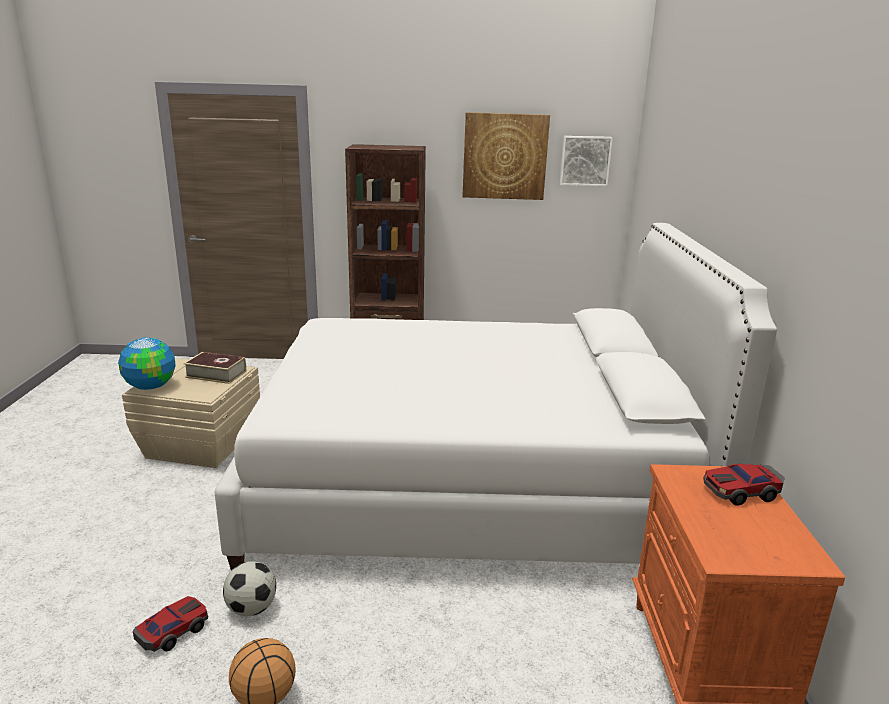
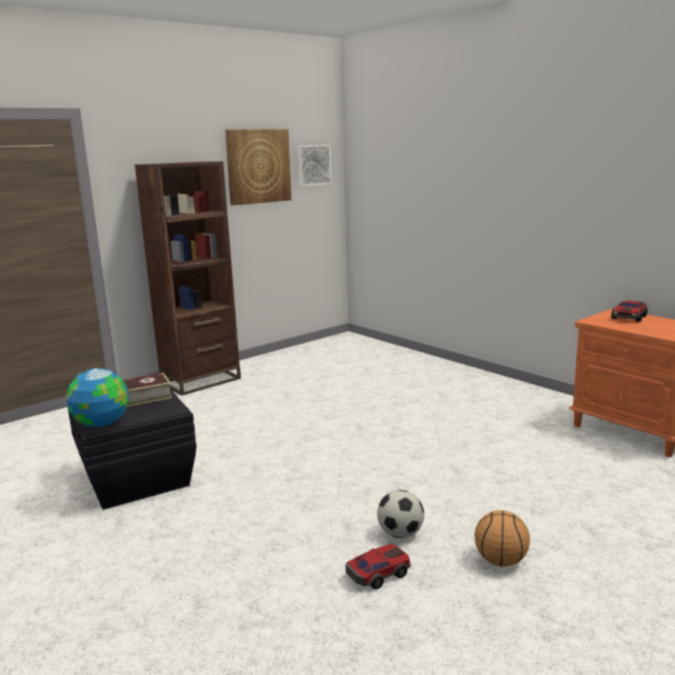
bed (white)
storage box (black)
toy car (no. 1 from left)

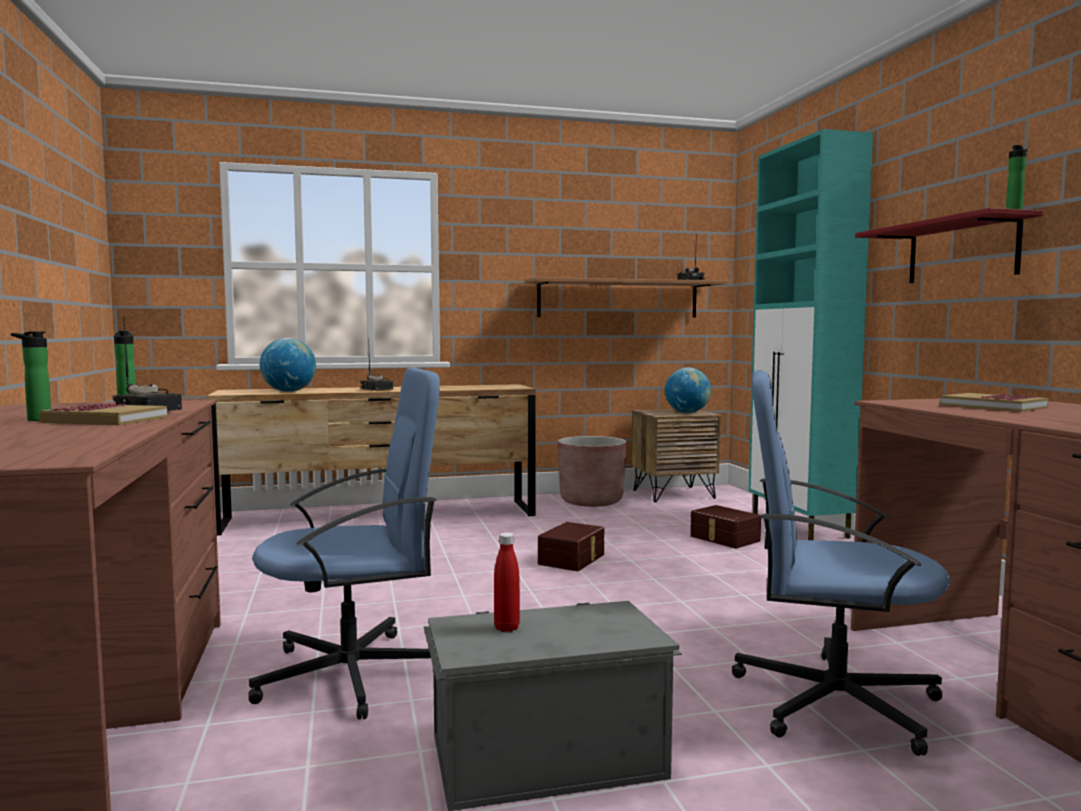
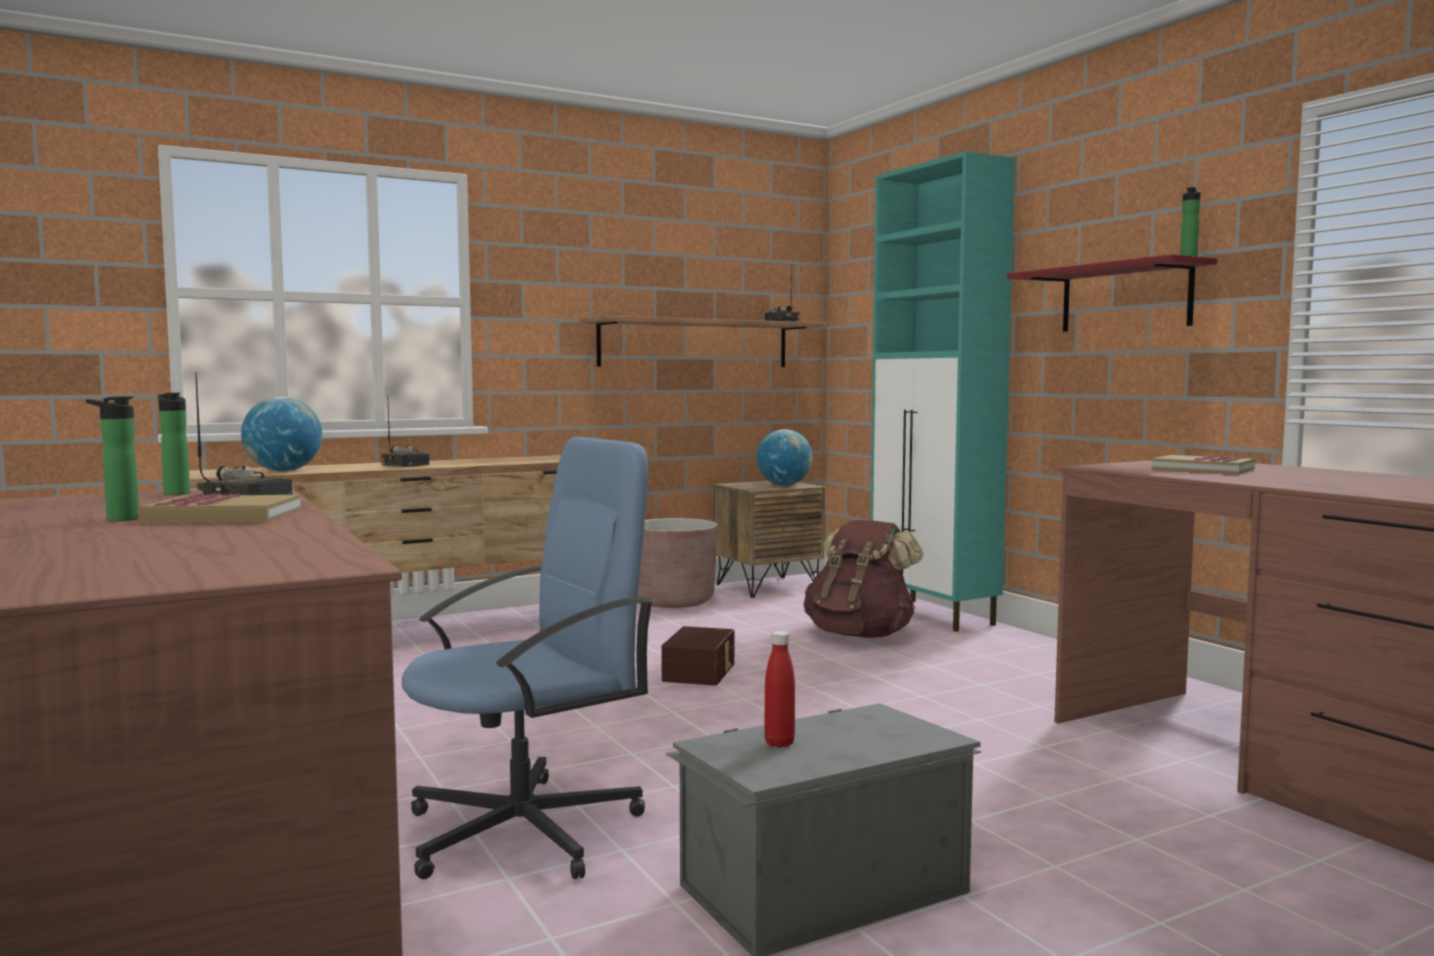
office chair (blue) (no. 2 from left in the first image)
backpack (brown)

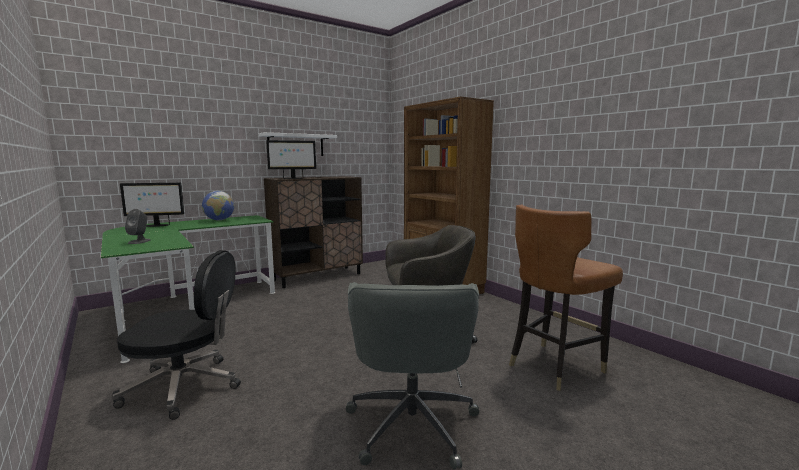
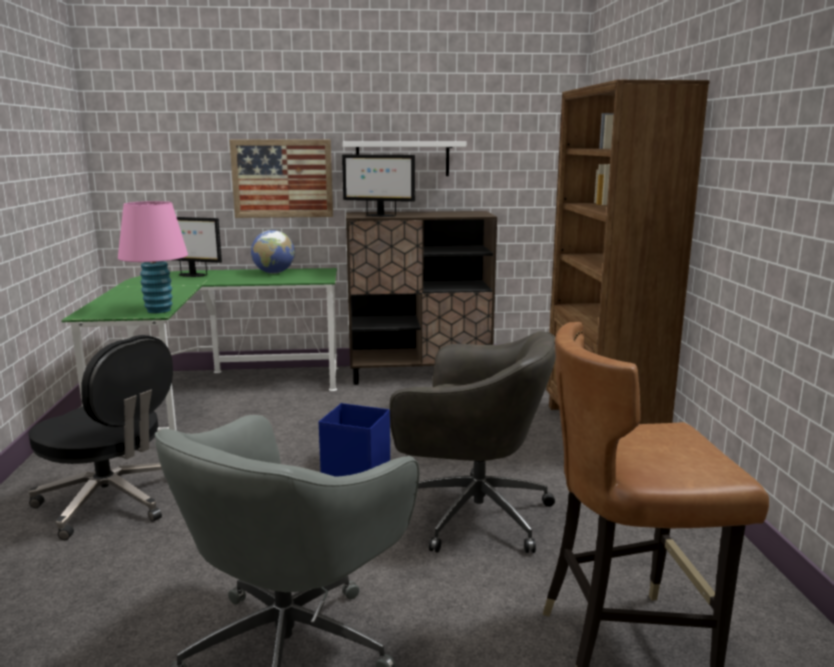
speaker (grey)
picture
table lamp (pink)
storage box (blue)

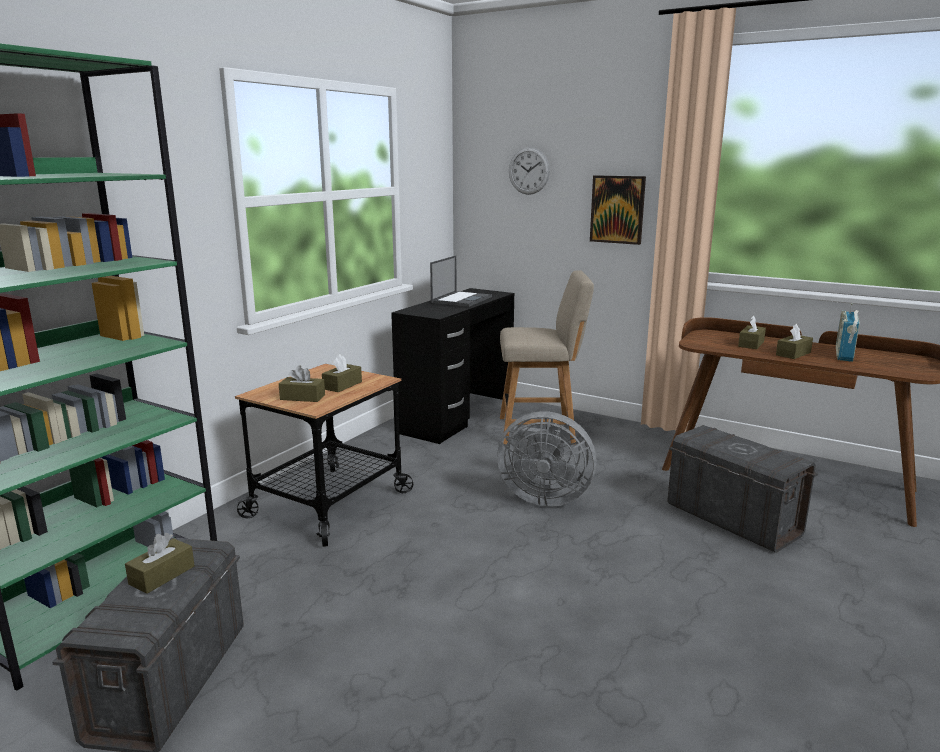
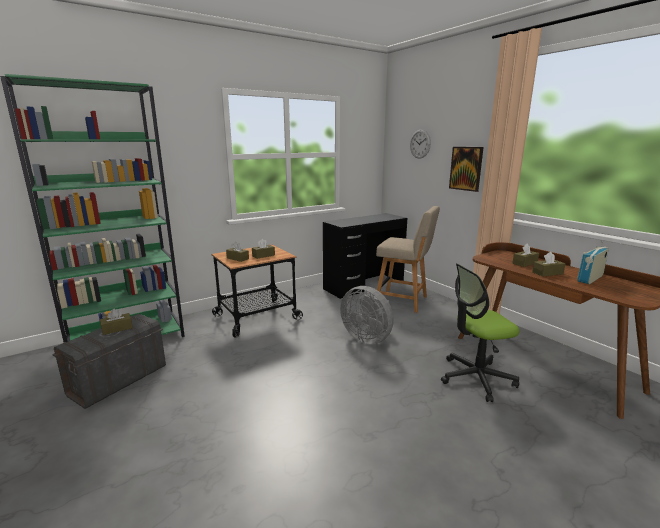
laptop
office chair

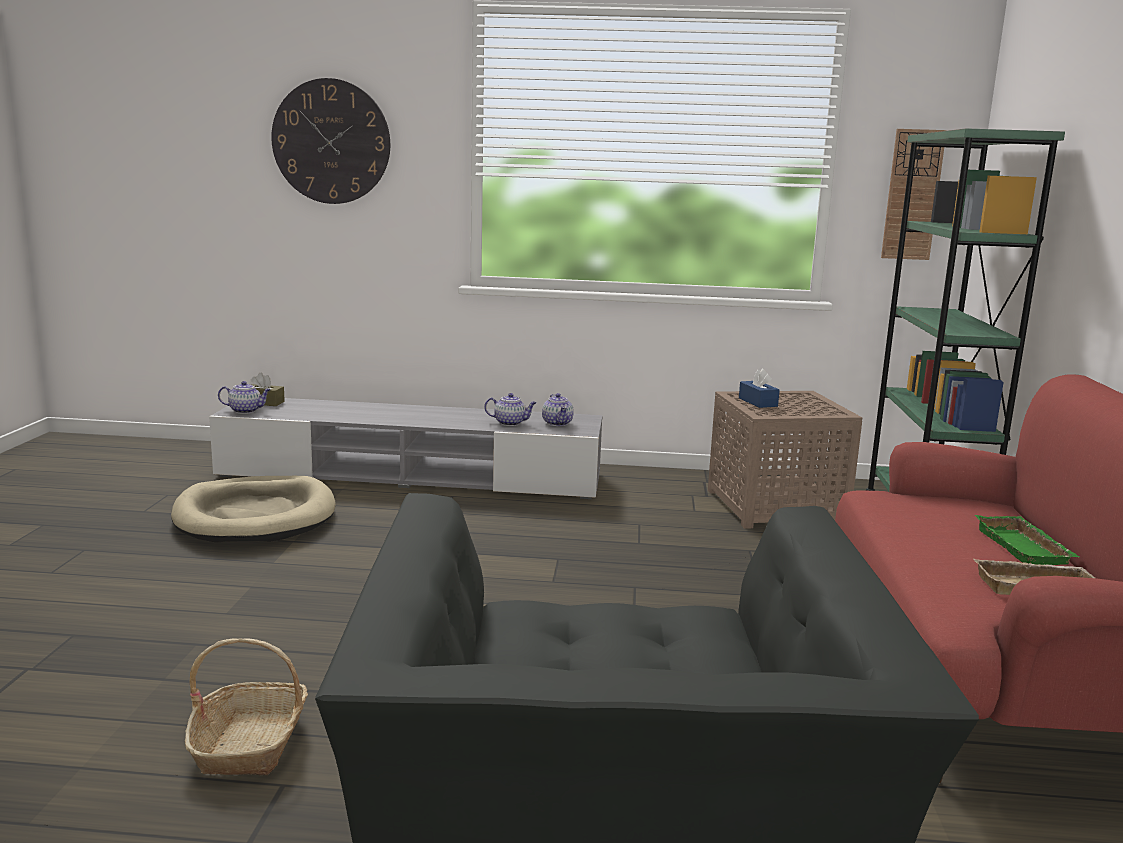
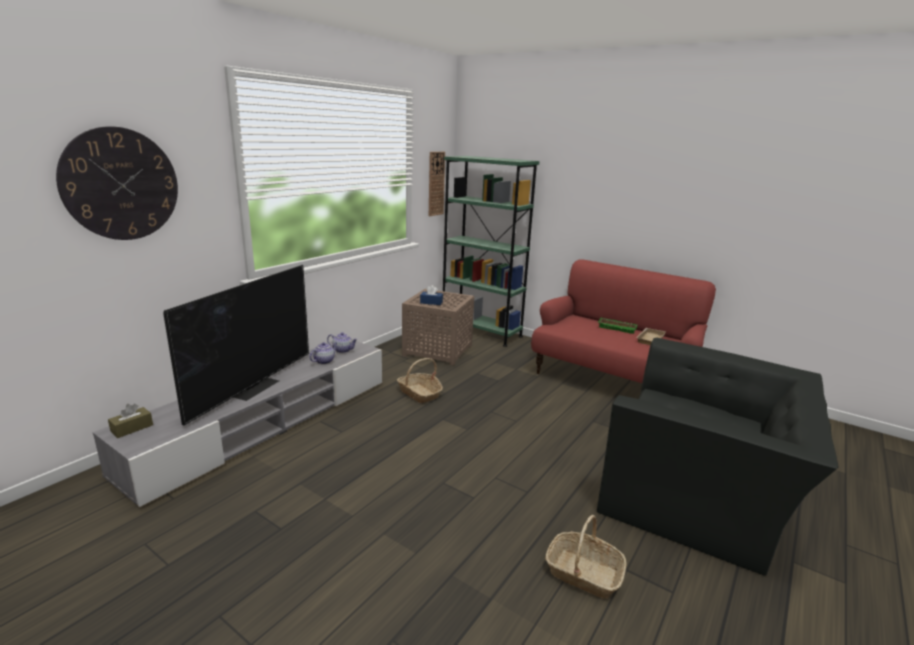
teapot (no. 1 from left in the first image)
dog bed (beige)
television
basket (no. 1 from left)

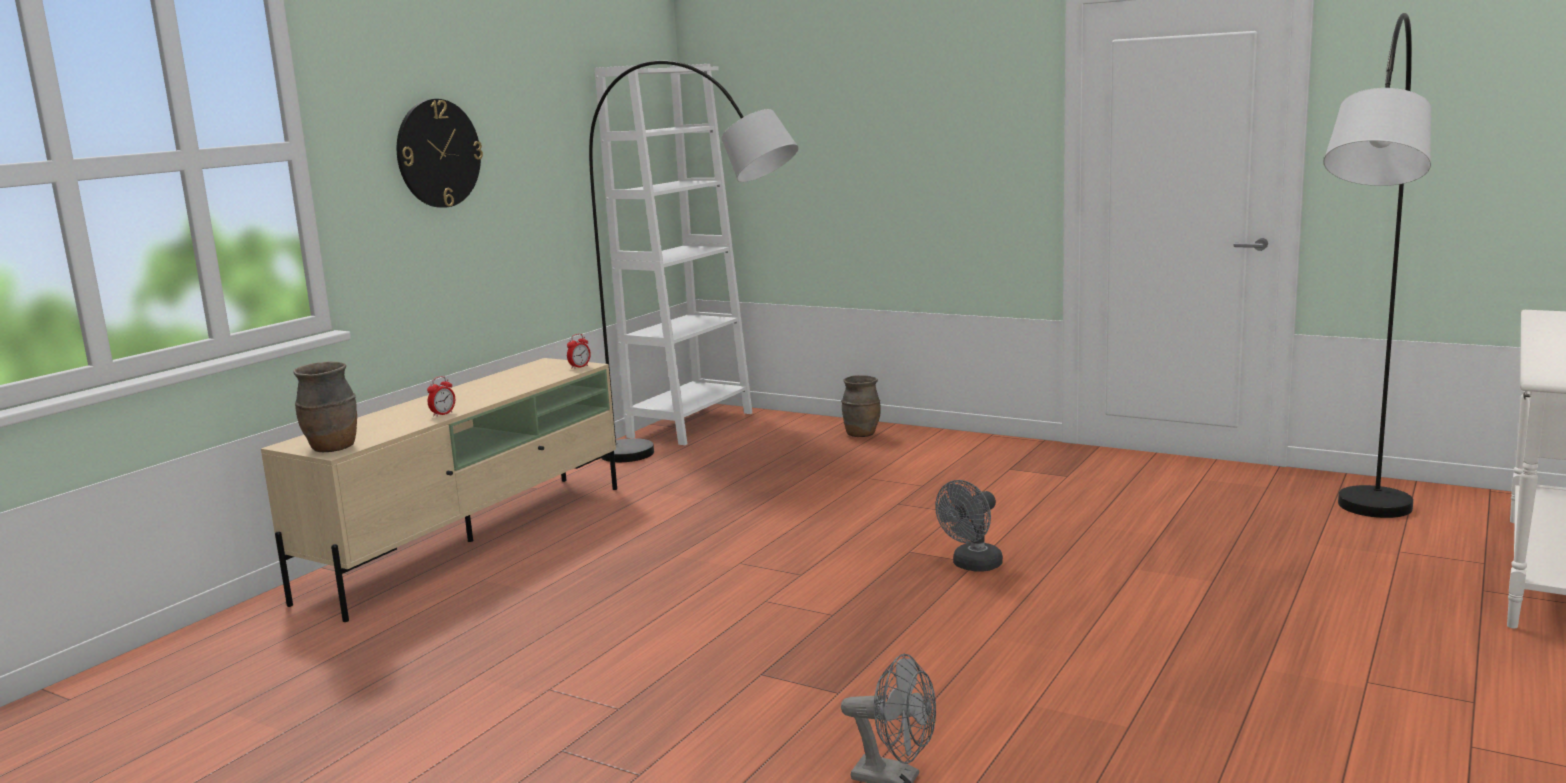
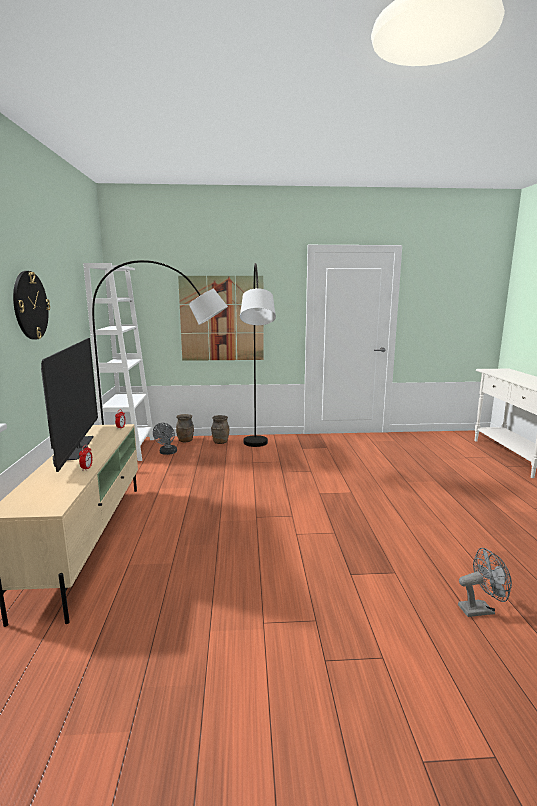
floor lamp (grey) (no. 2 from left)
vase (brown) (no. 1 from left)
fan (grey) (no. 1 from left)
picture
television

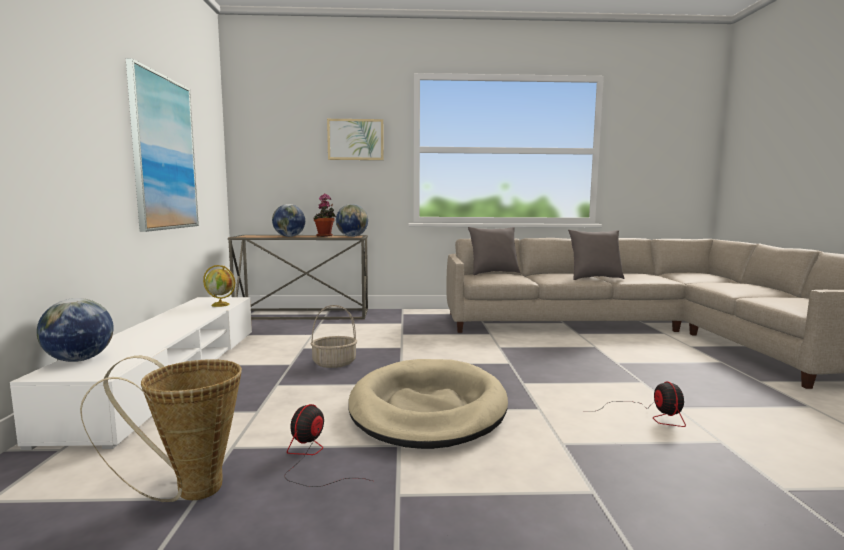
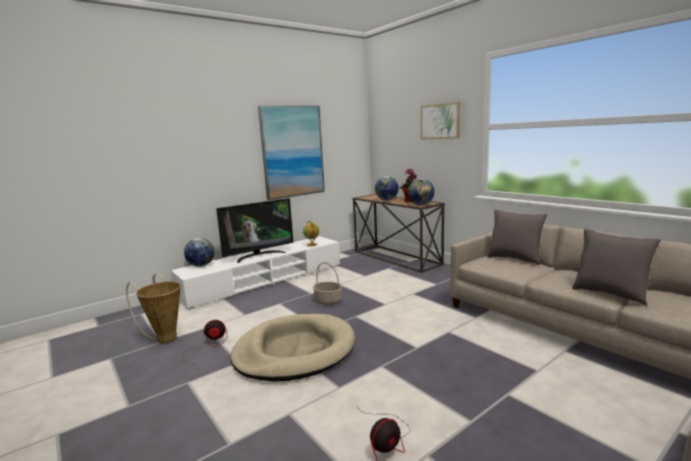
television

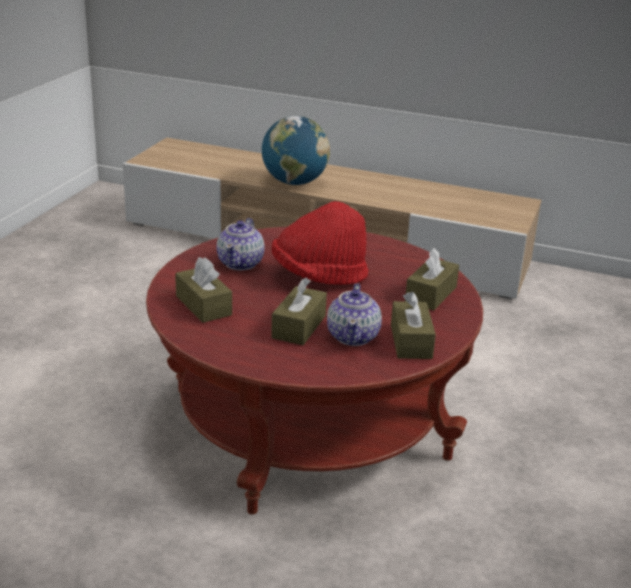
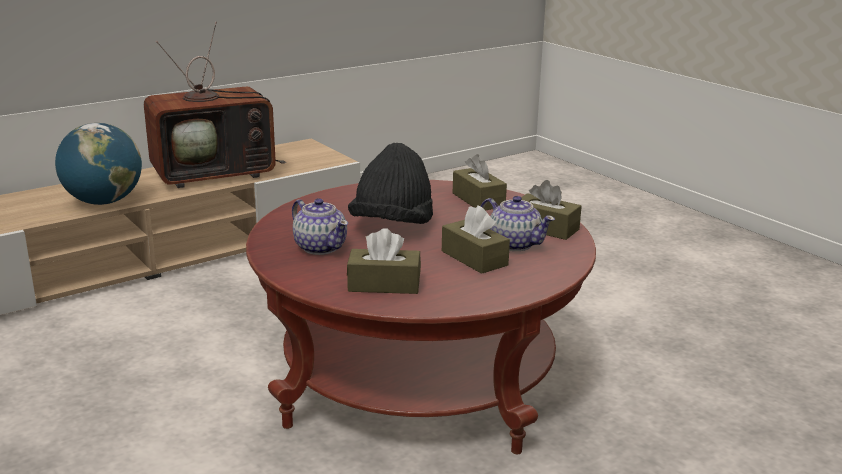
hat (black)
television

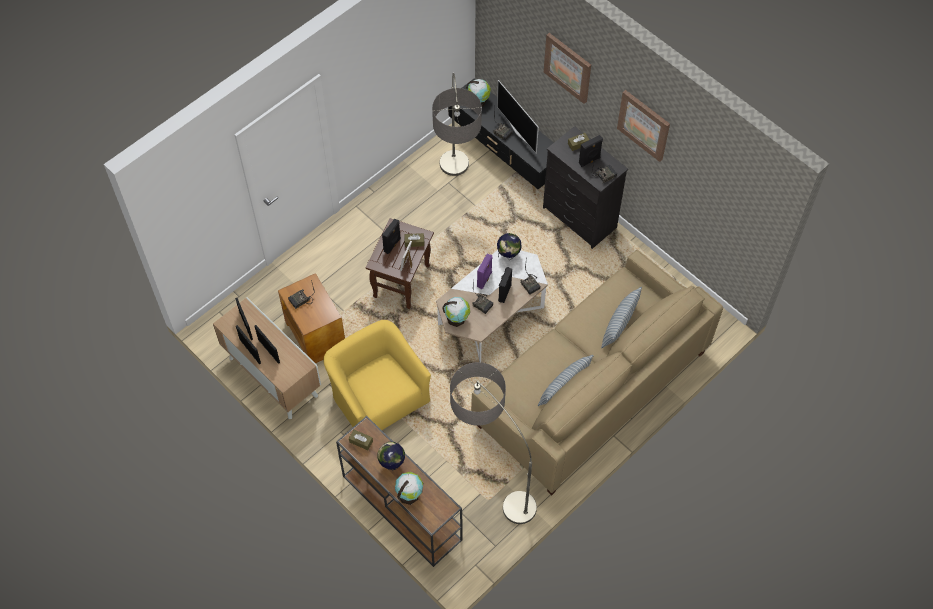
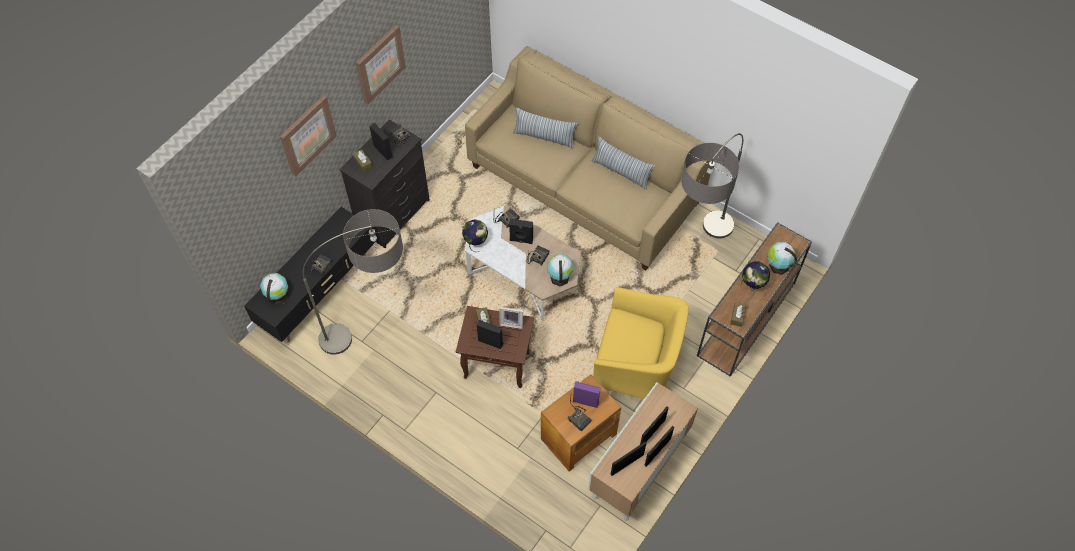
television
speaker (purple)
armchair (yellow)

